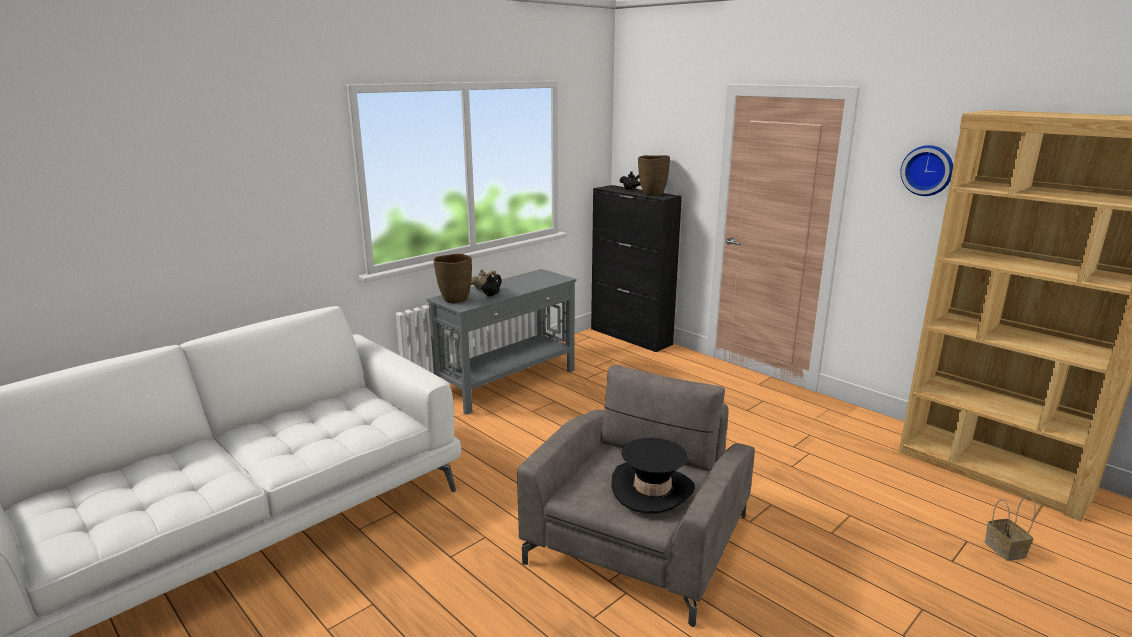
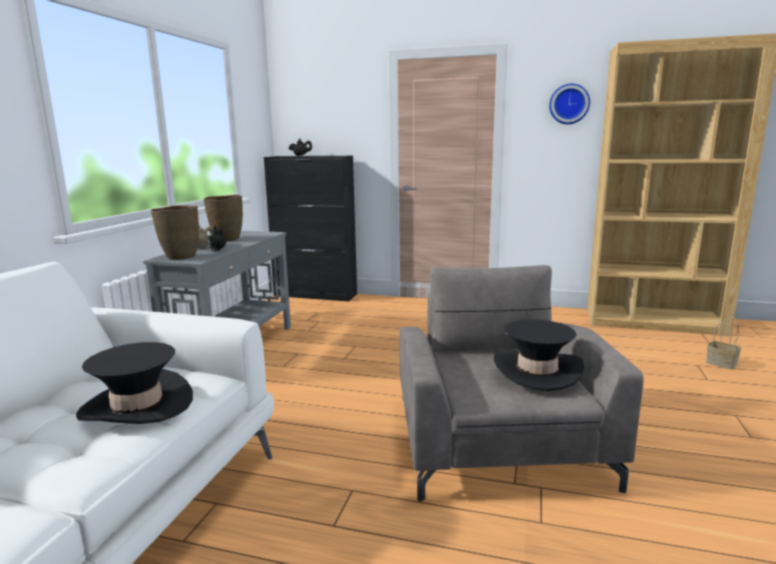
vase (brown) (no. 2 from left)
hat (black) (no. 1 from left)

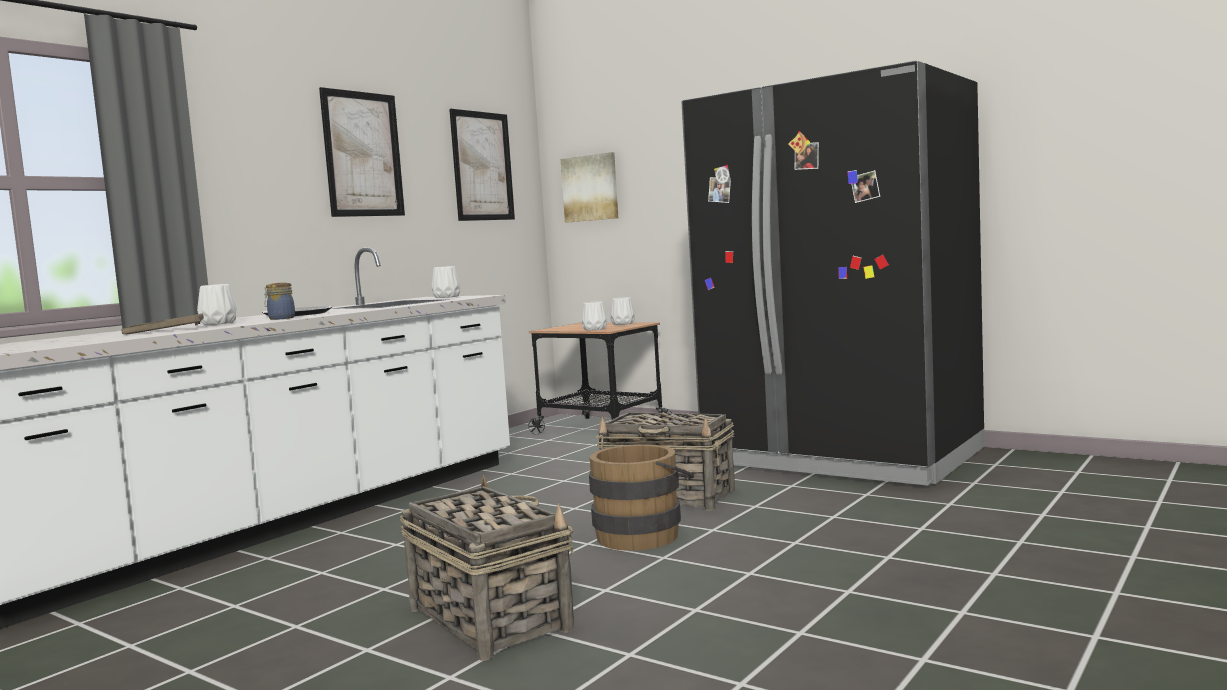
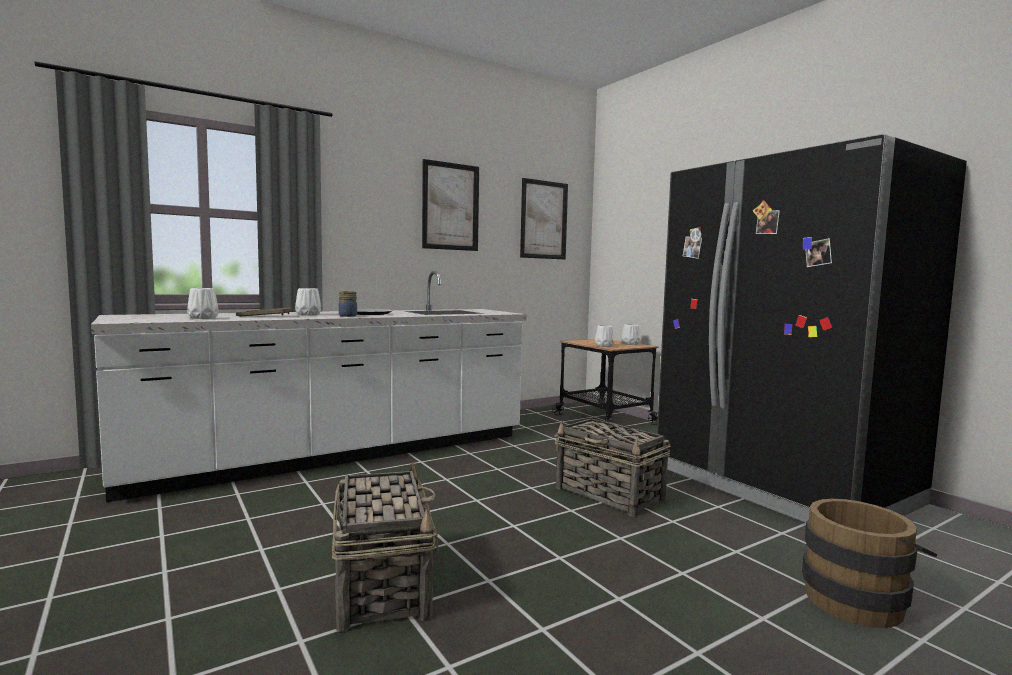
picture (no. 3 from left in the first image)
vase (white) (no. 1 from left)
bucket (brown)

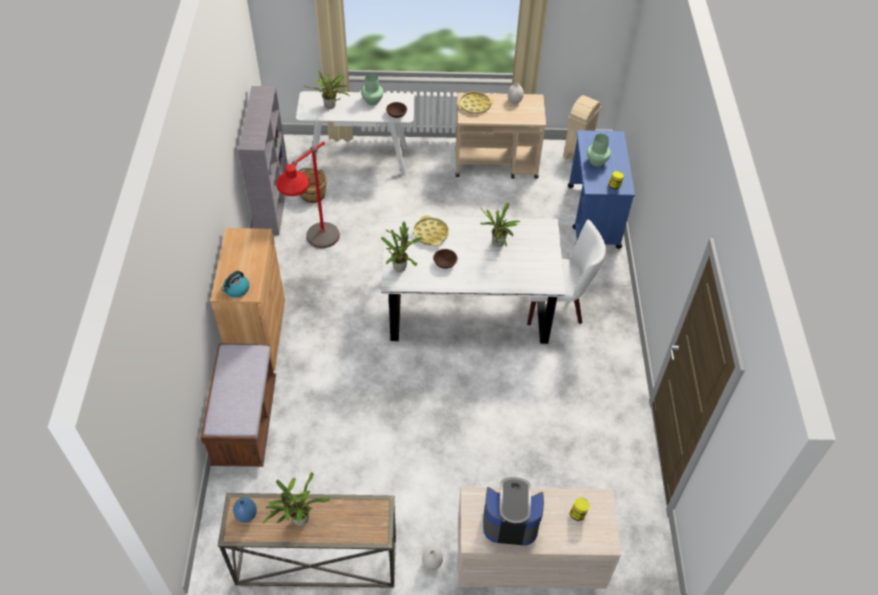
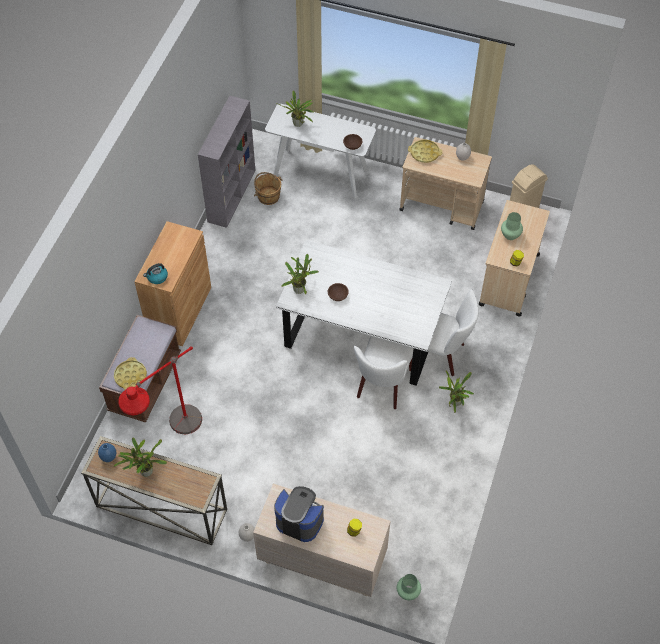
vase (green) (no. 1 from left)
cart (beige) (no. 2 from left)
floor lamp (red)
potted plant (no. 4 from left)
tray (yellow) (no. 1 from left)
chair (white) (no. 1 from left)

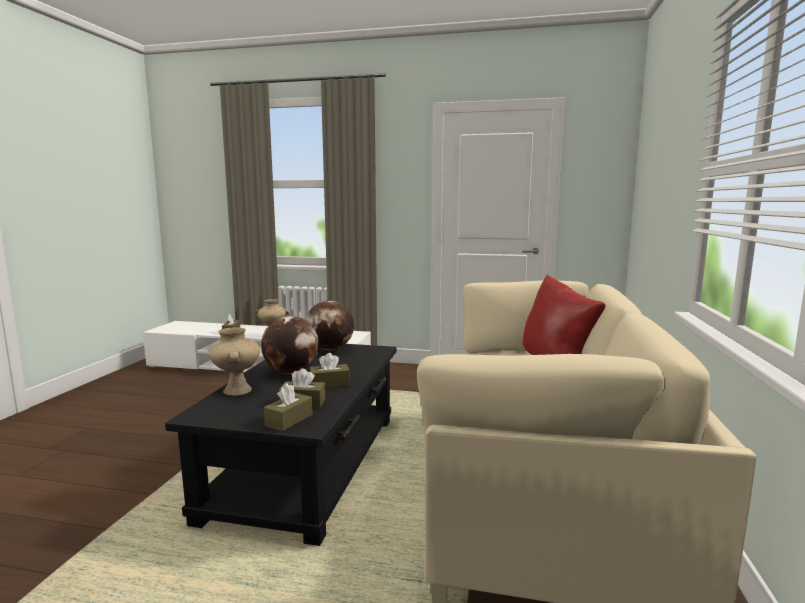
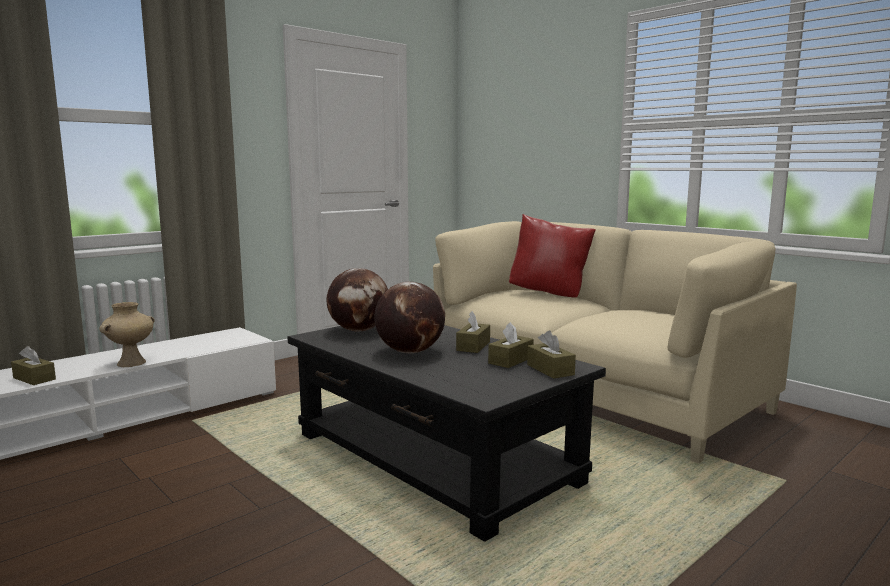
vase (beige) (no. 1 from left in the first image)

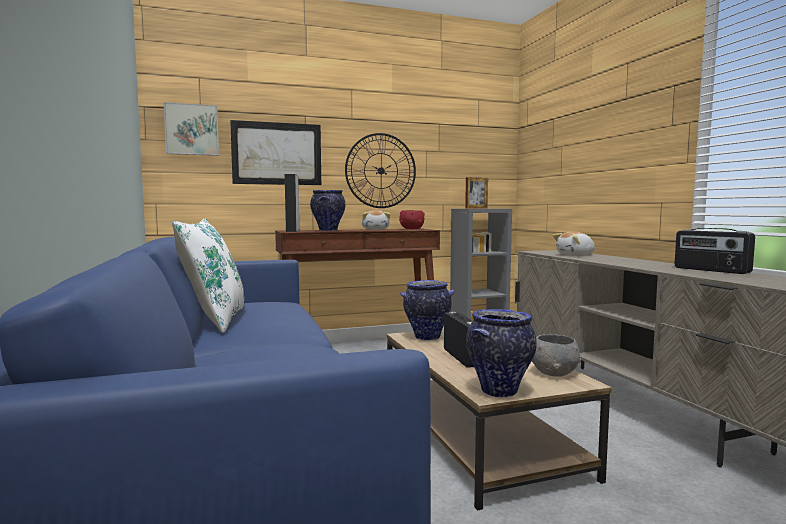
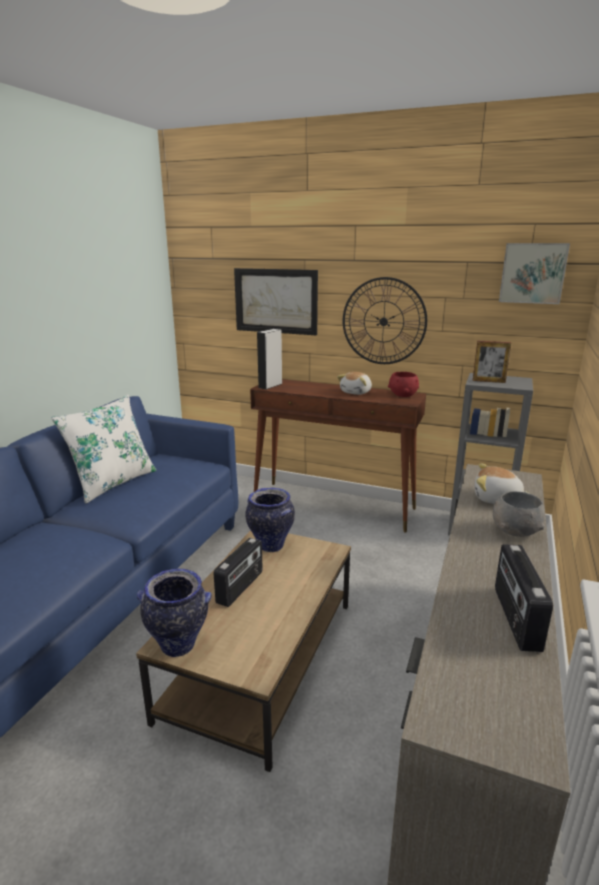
picture (no. 2 from left)
vase (no. 1 from left in the first image)
bowl (grey)

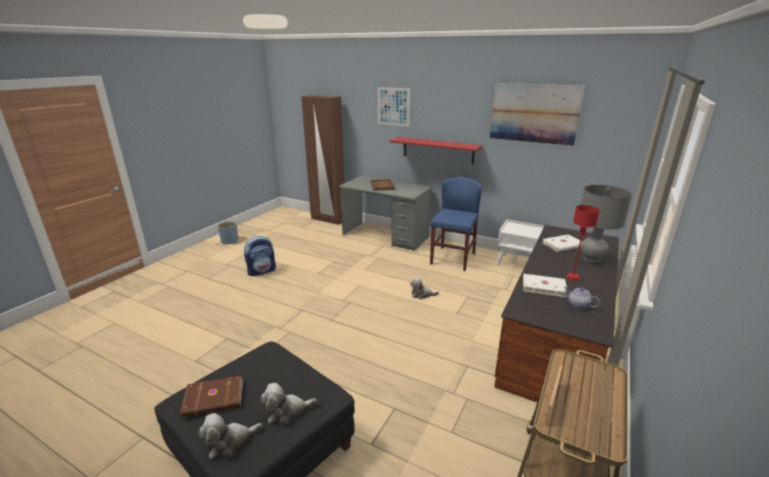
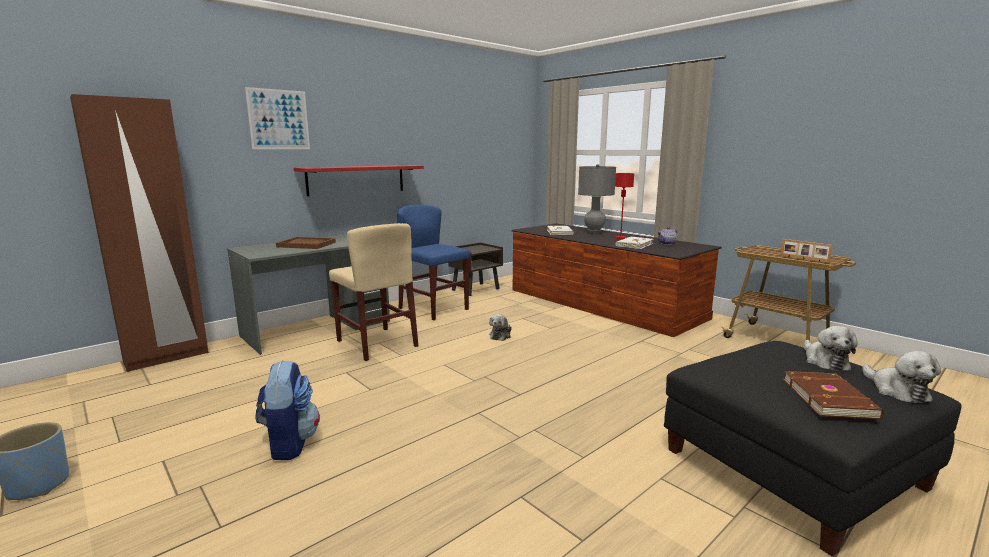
picture (no. 2 from left in the first image)
nightstand (brown)
chair (beige)

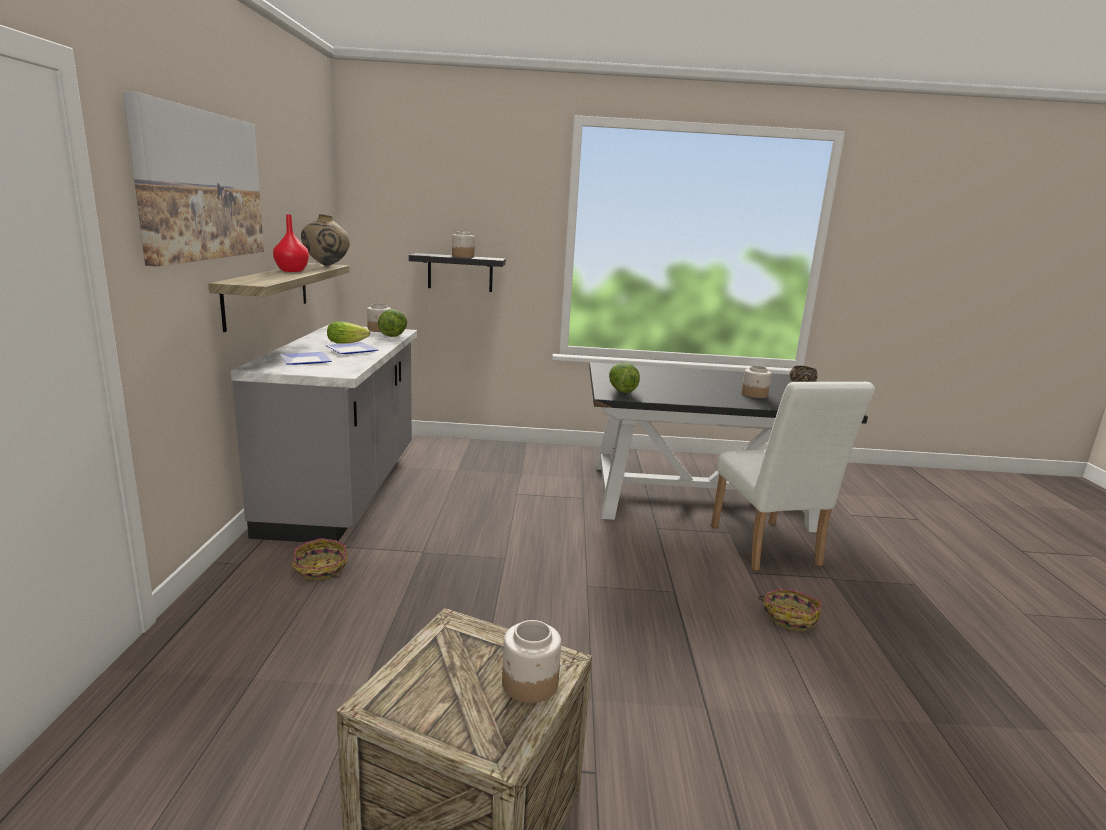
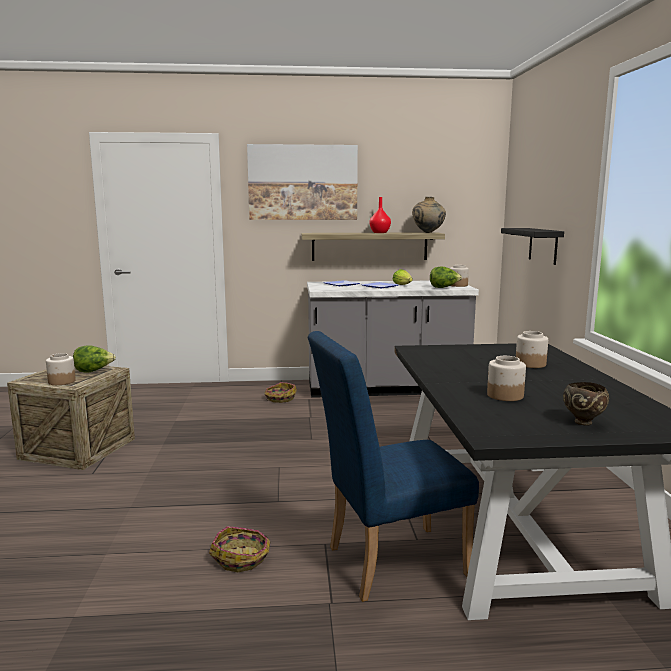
jar (no. 4 from left)
lettuce (no. 1 from left)
chair (blue)

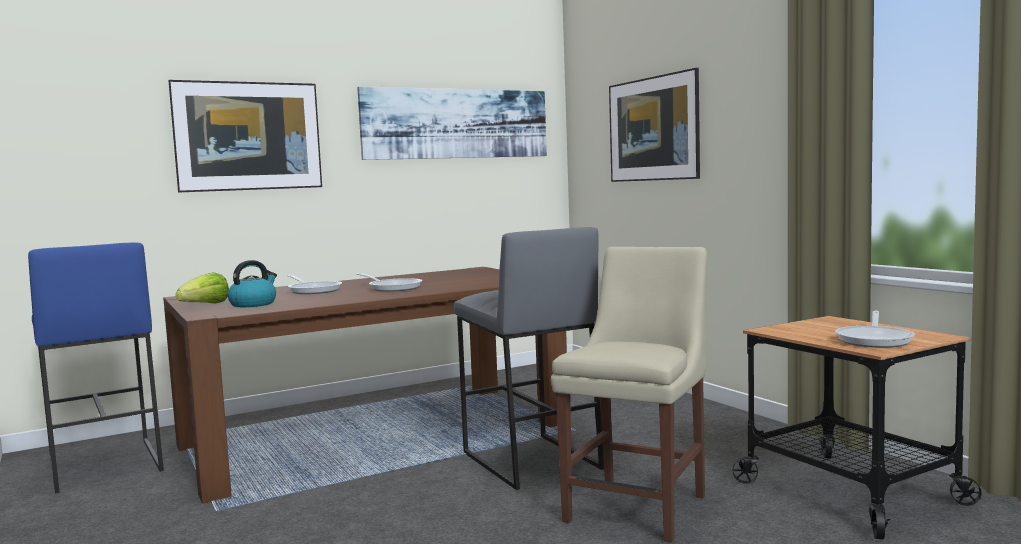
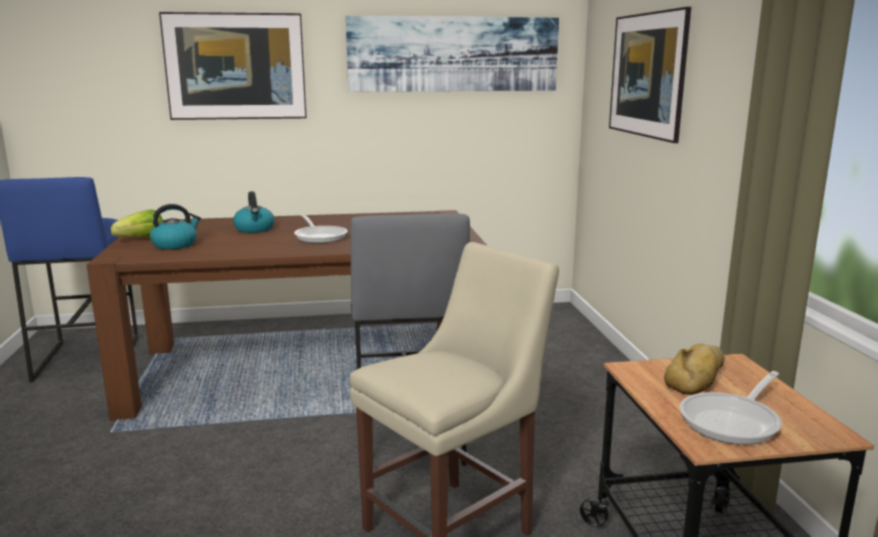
kettle (no. 2 from left)
bread

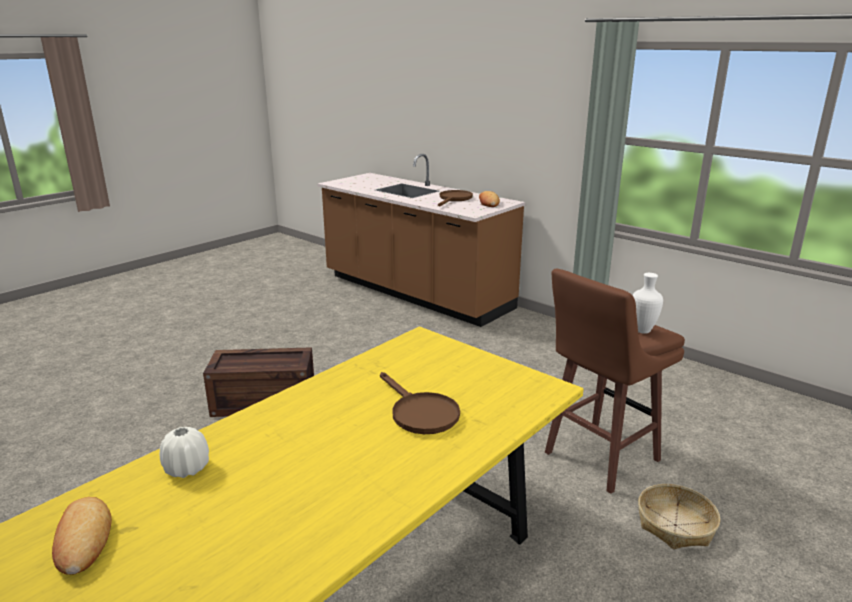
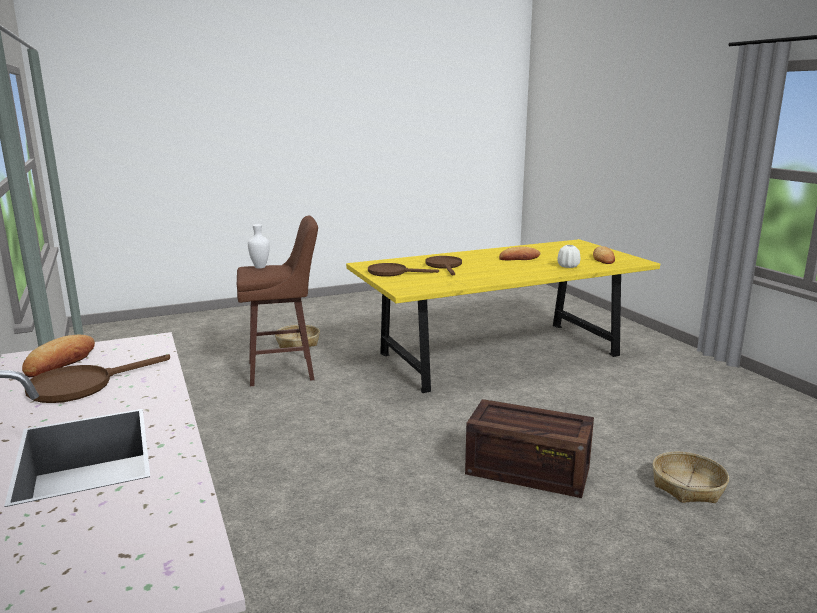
bread (no. 2 from left)
frying pan (brown) (no. 2 from left)
basket (no. 2 from left)

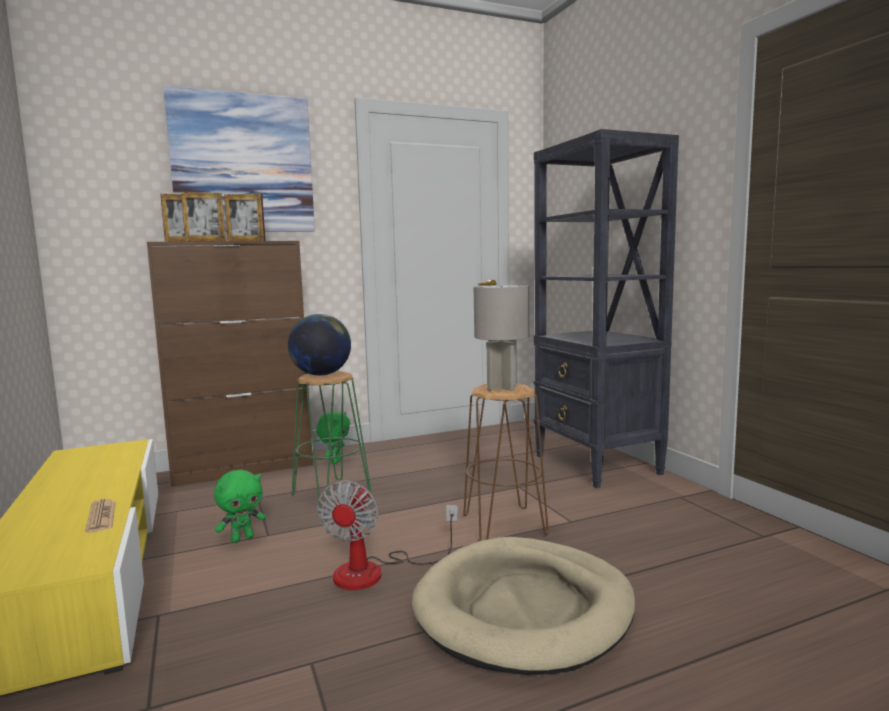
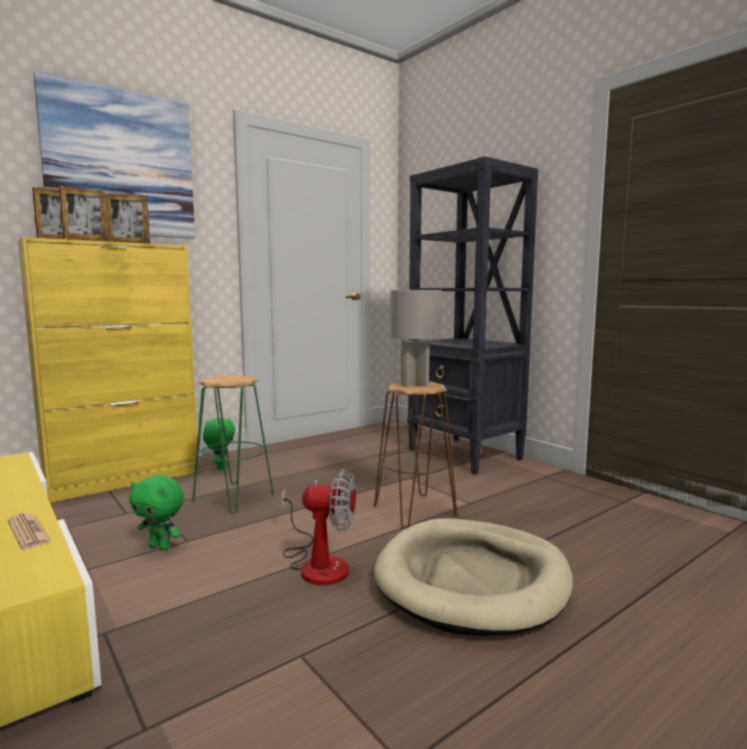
cabinet (yellow)
globe
plush toy (green) (no. 1 from left)
fan

